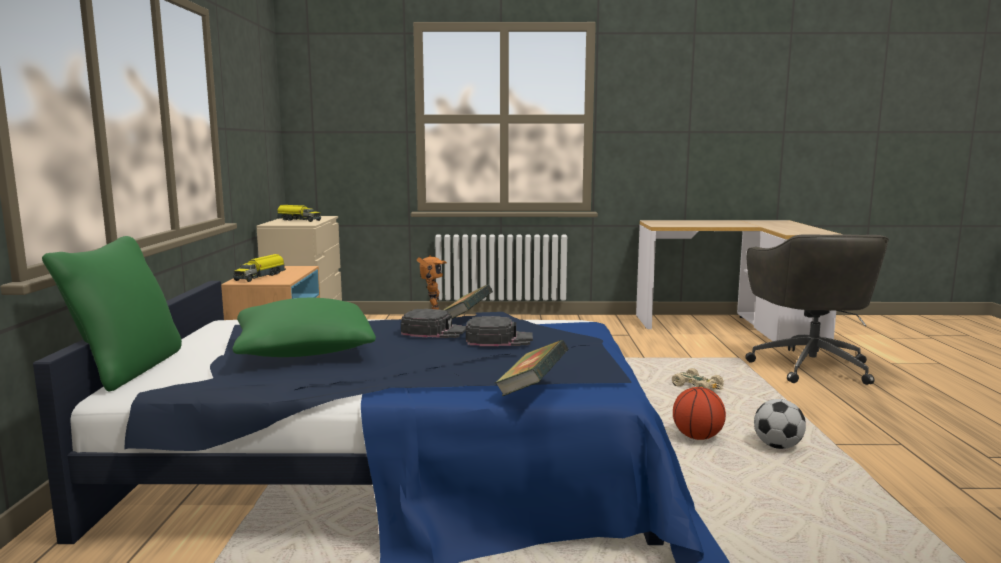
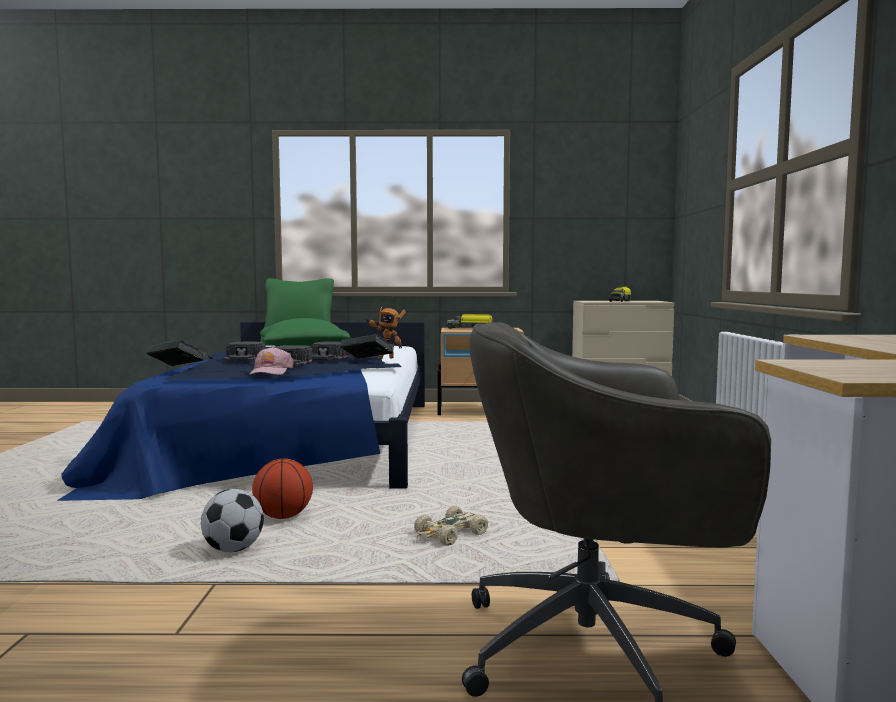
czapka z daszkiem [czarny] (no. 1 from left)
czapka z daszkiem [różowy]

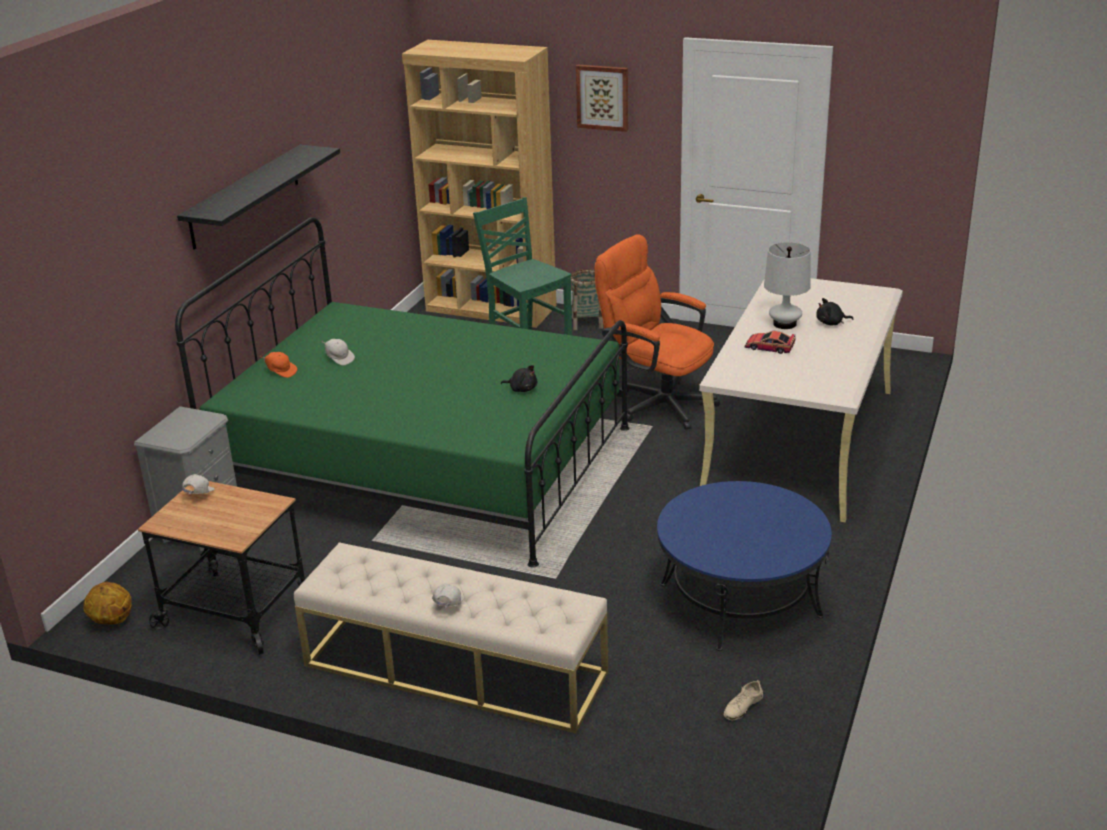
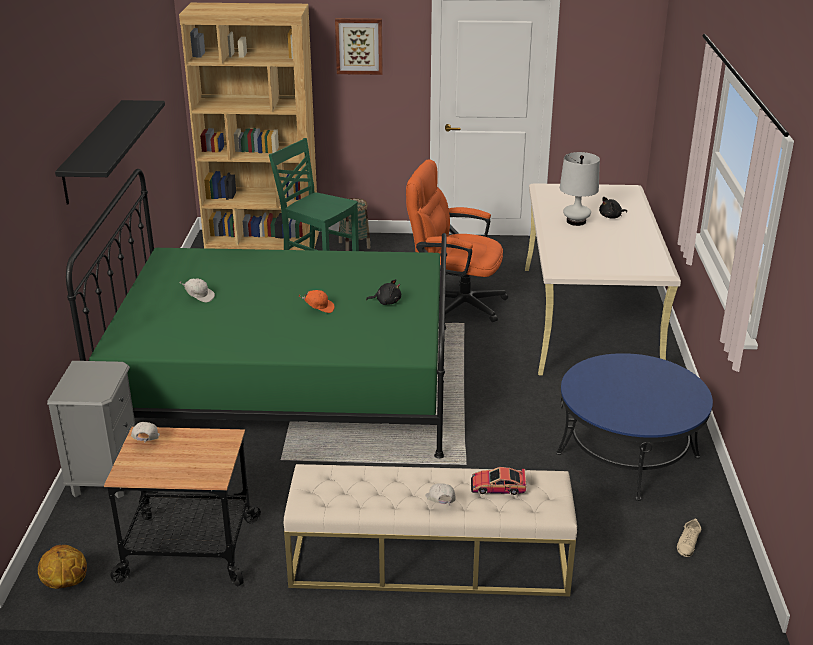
samochodzik
czapka z daszkiem [pomarańczowy]

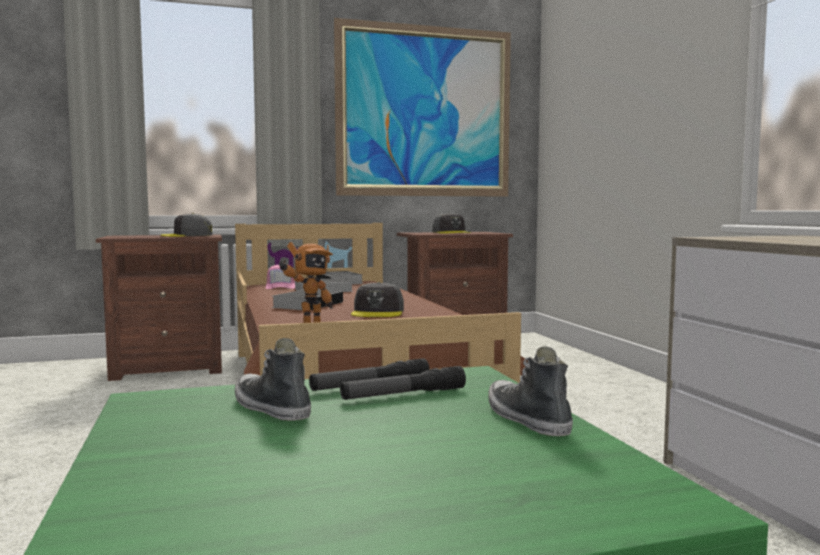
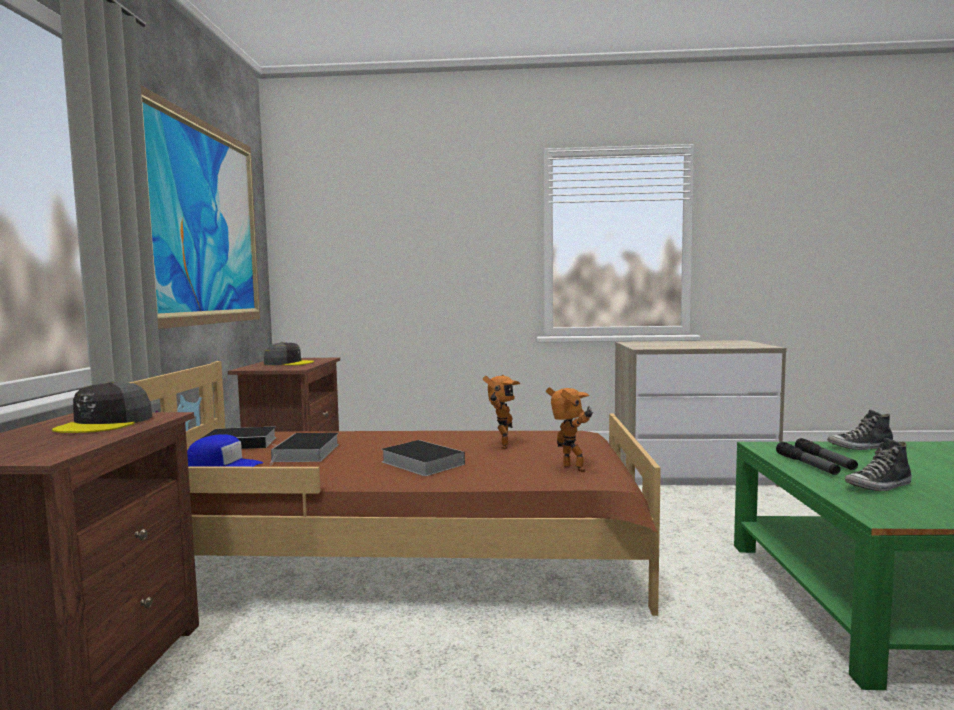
czapka z daszkiem [niebieski]
robot zabawkowy (no. 1 from left)

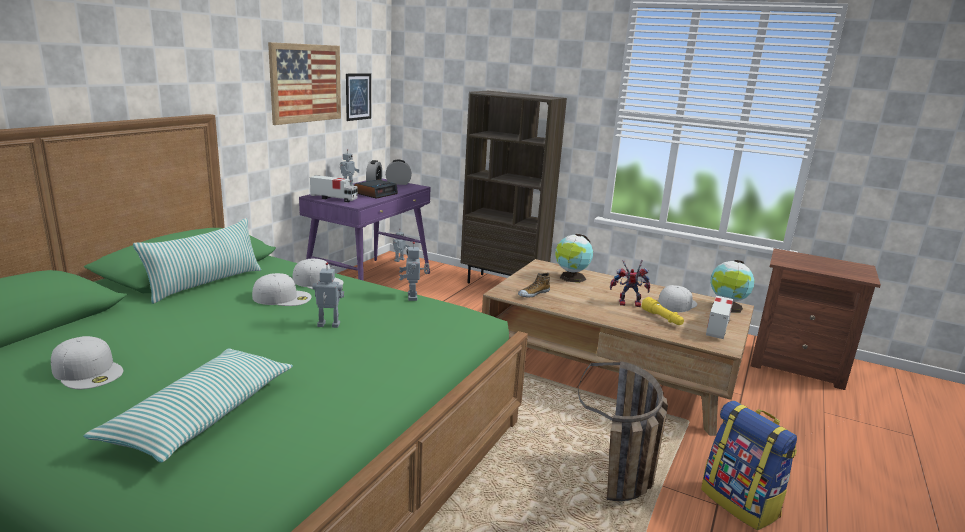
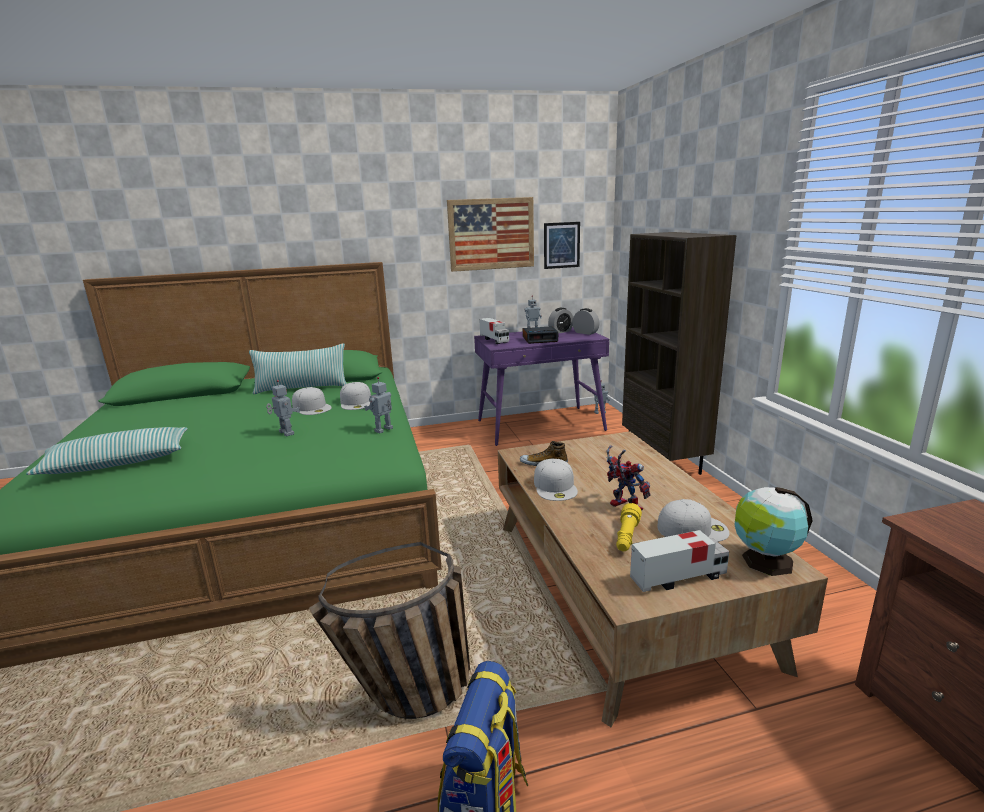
globus (no. 1 from left in the first image)
czapka z daszkiem [biały] (no. 3 from left)

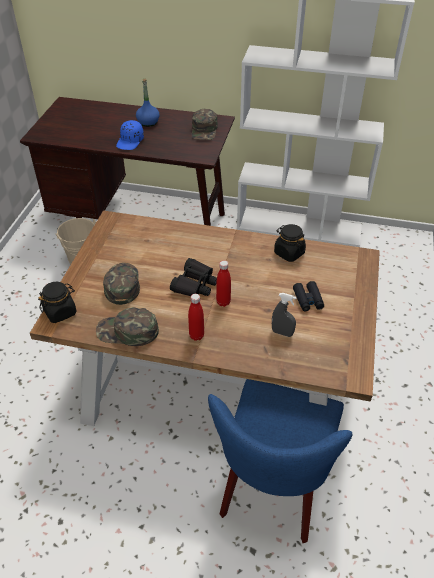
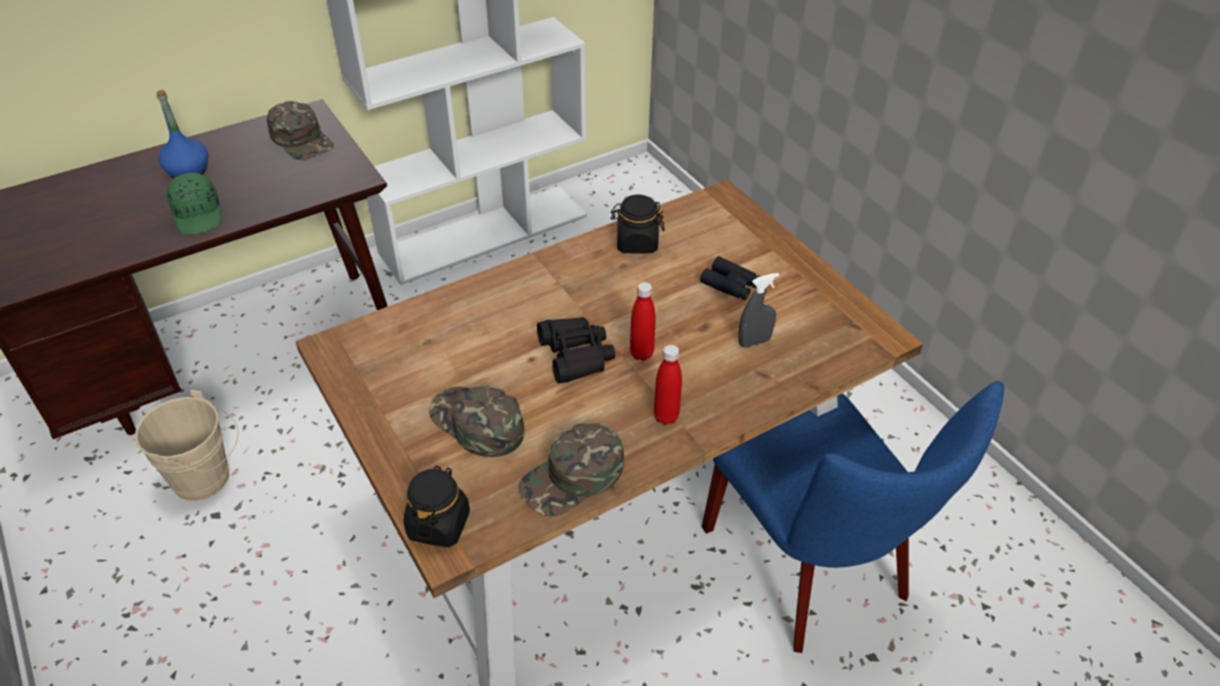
czapka z daszkiem [zielony] (no. 1 from left)

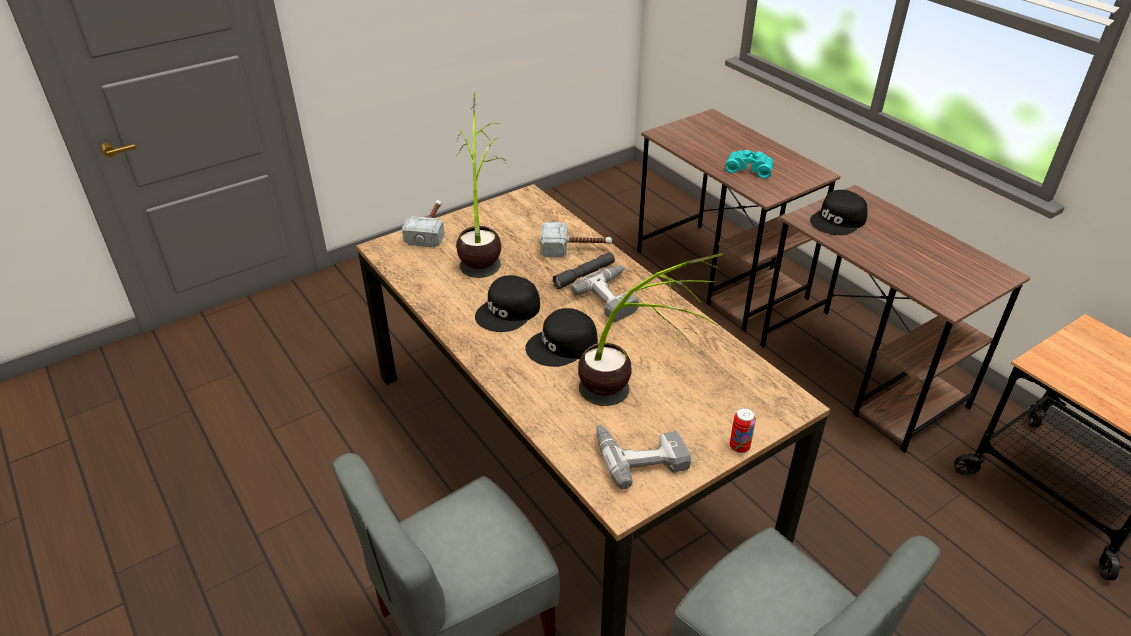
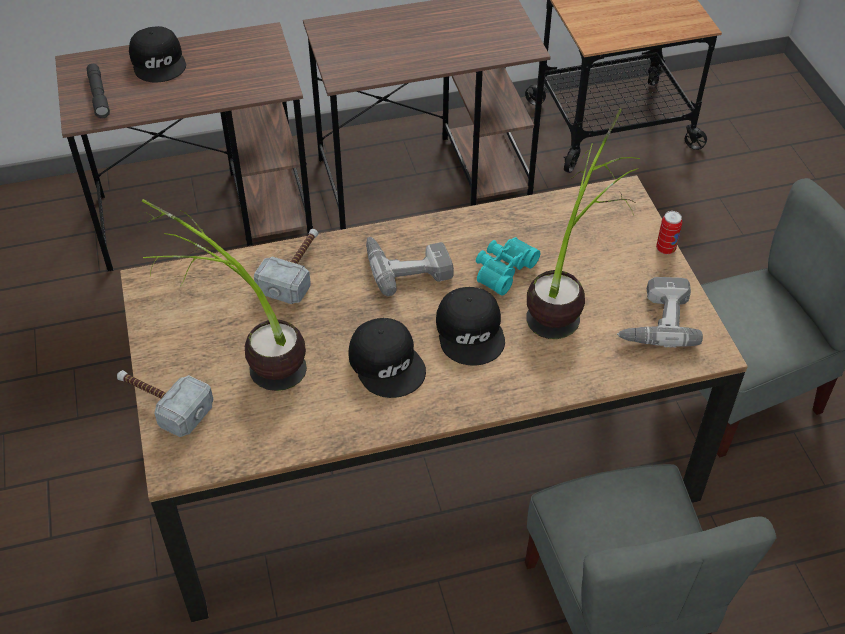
lornetka [turkusowy]
czapka z daszkiem [czarny] (no. 1 from left)
latarka [szary]

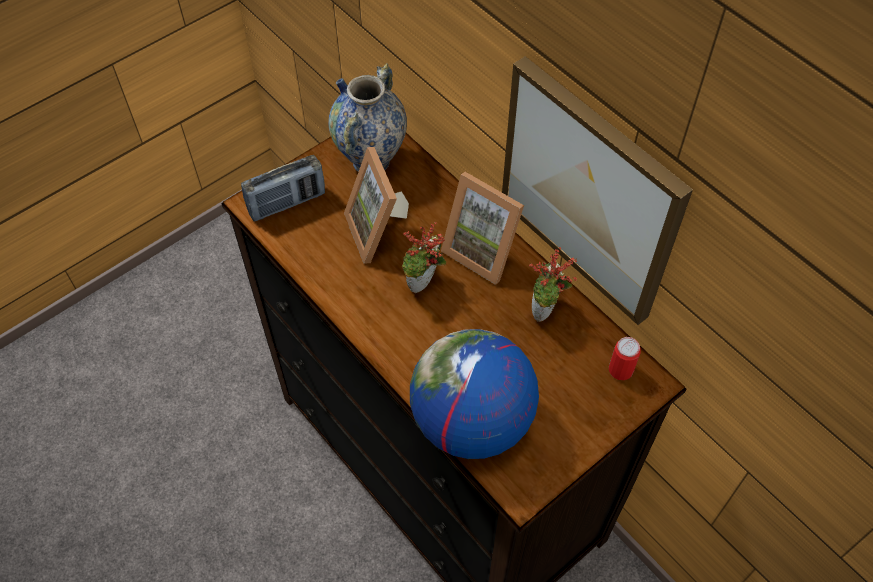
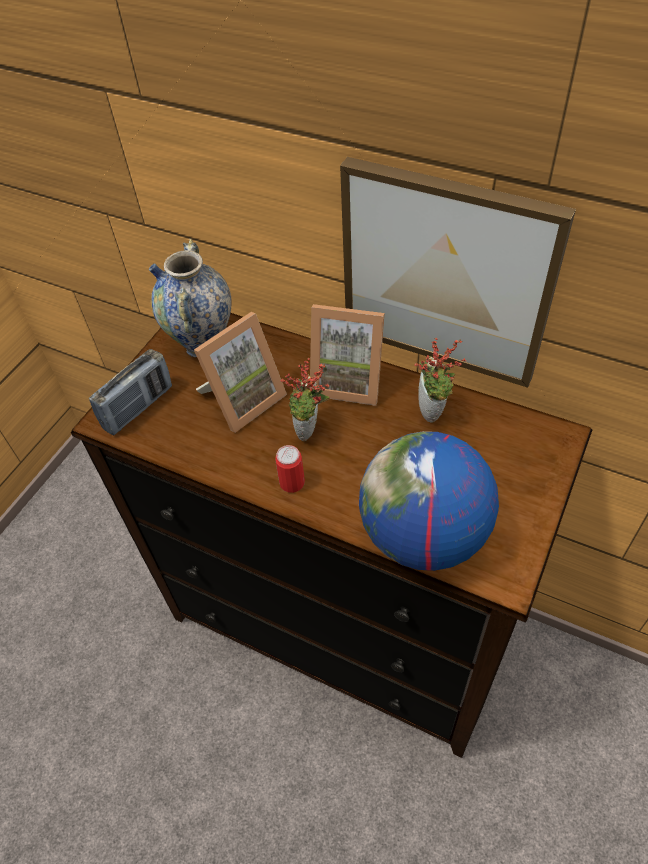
ramka na zdjęcie (no. 1 from left)
puszka

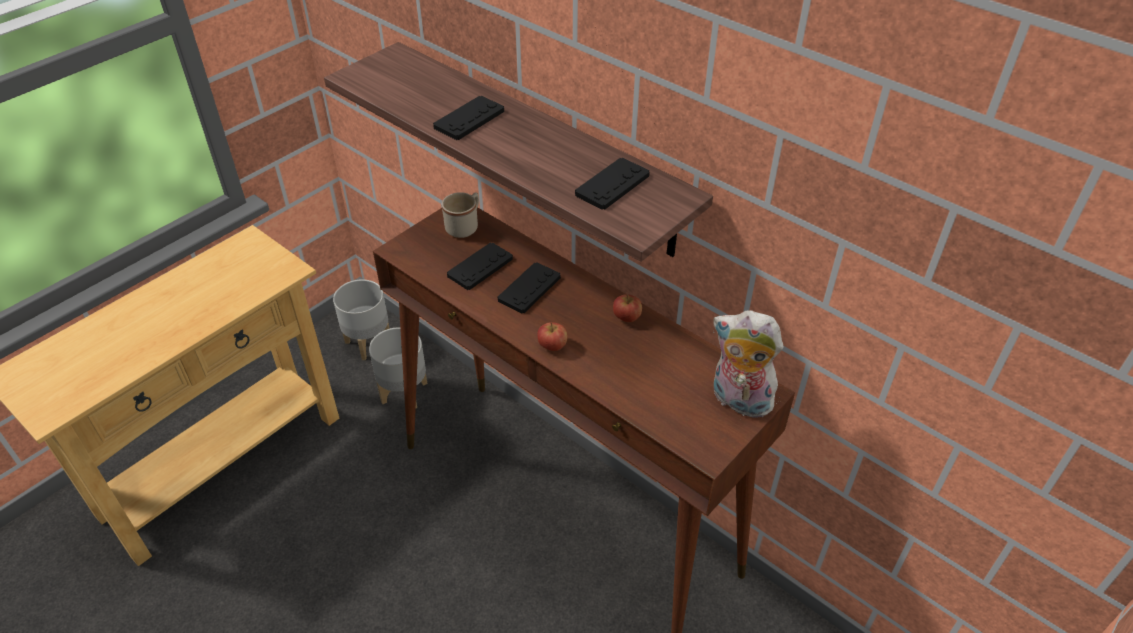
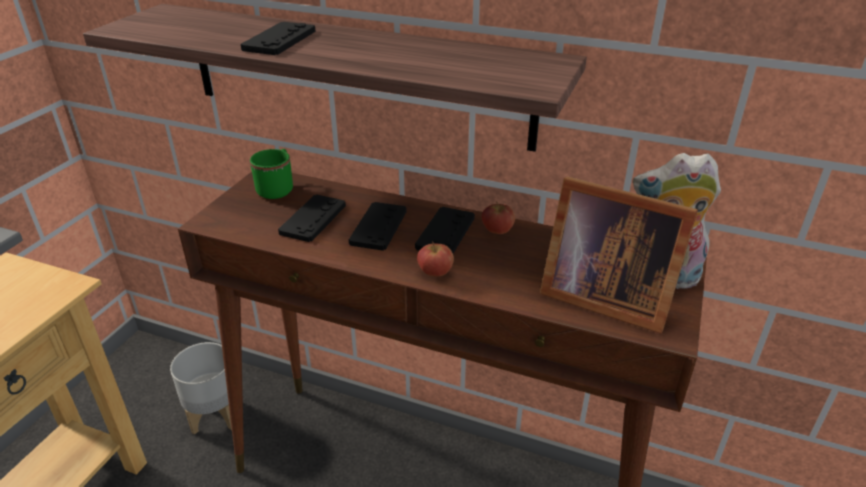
pad do gier [czarny] (no. 4 from left)
kubek [zielony]
donica [szary] (no. 1 from left in the first image)
ramka na zdjęcie

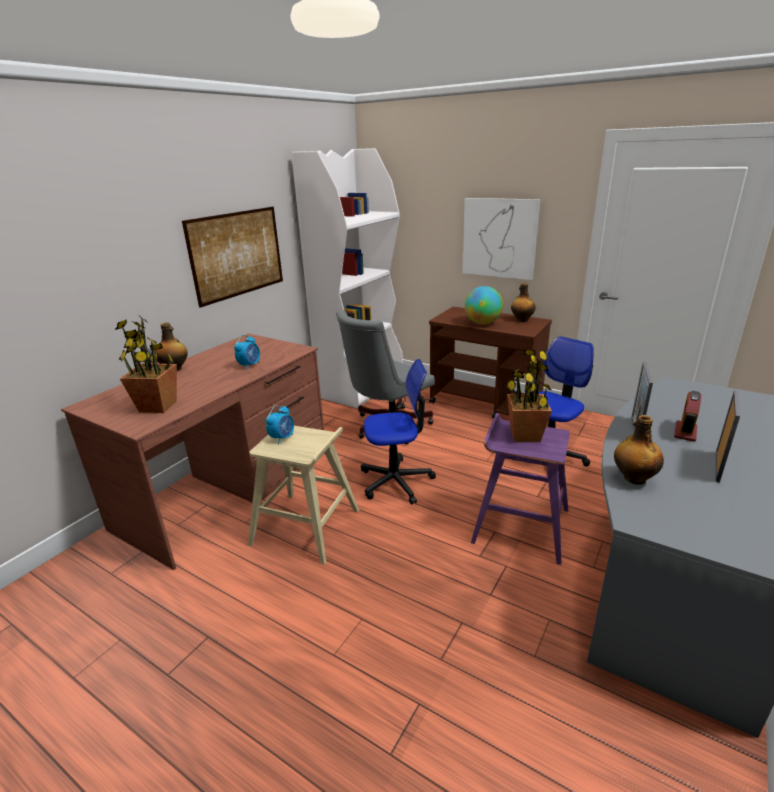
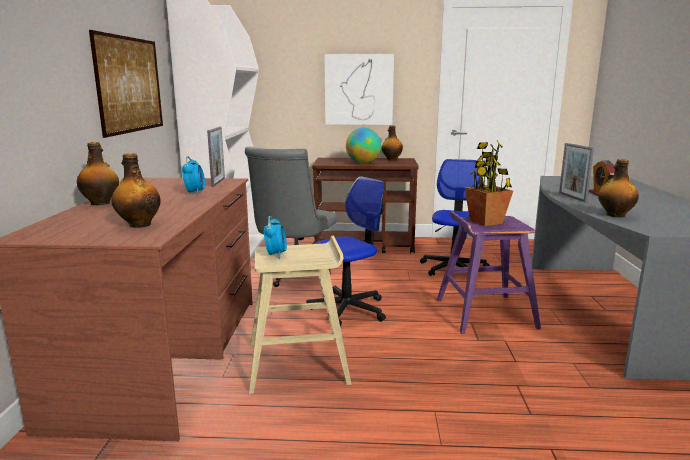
butelka (no. 2 from left)
ramka na zdjęcie (no. 1 from left)

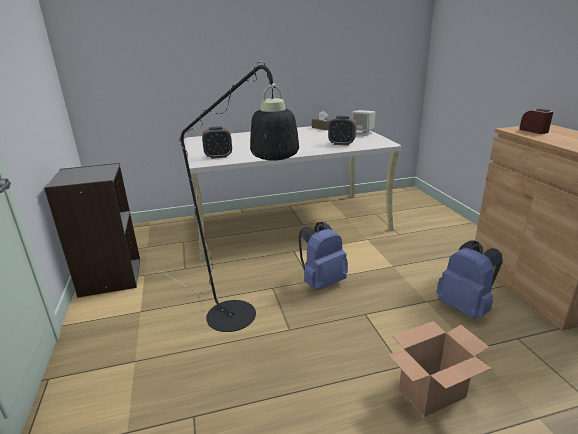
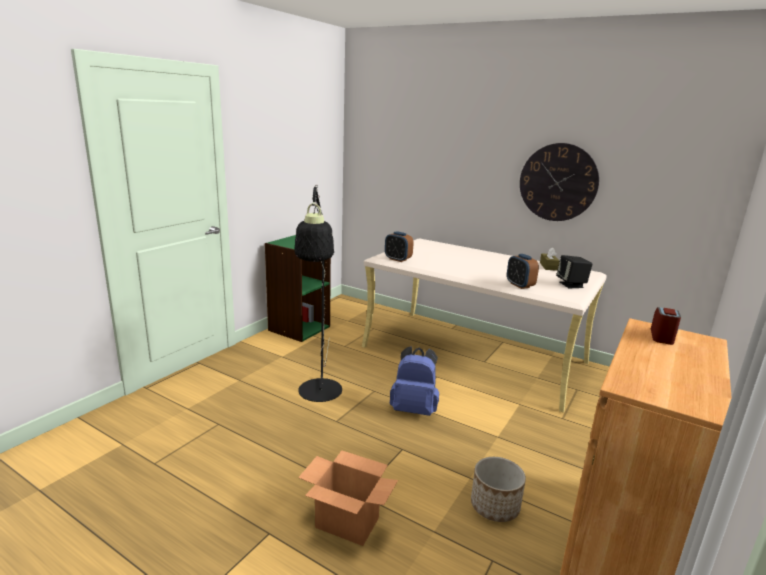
głośnik [czarny]
regał [zielony]
donica
zegar ścienny

